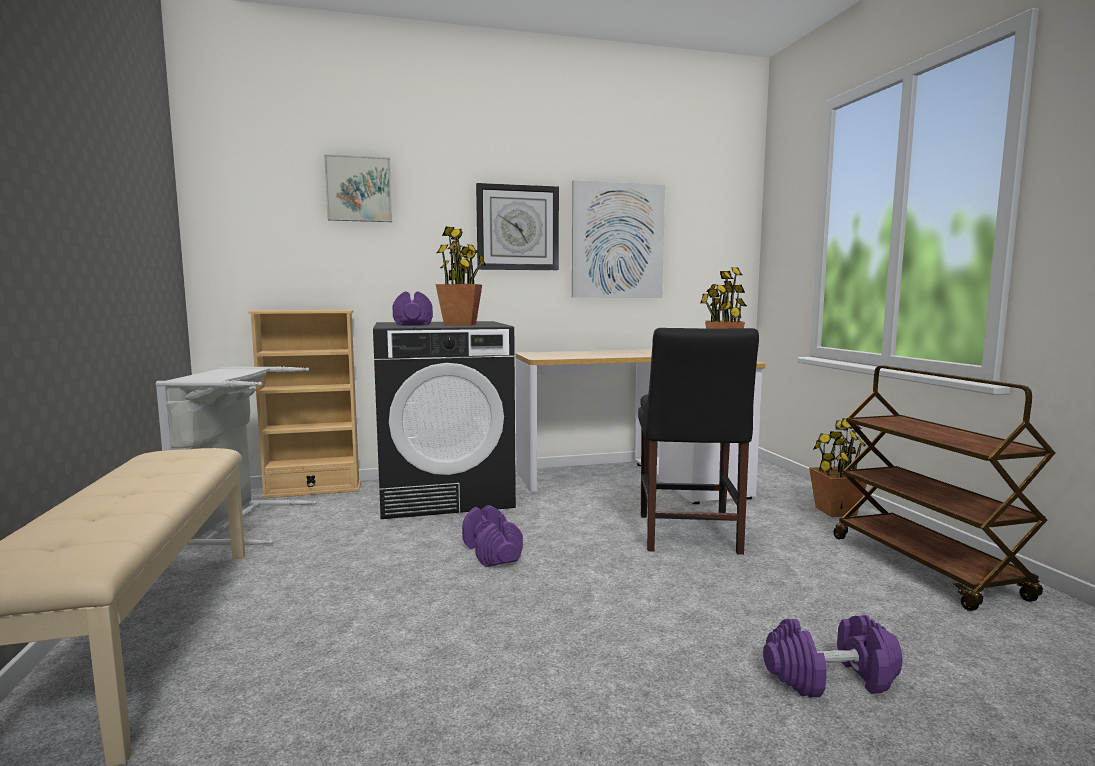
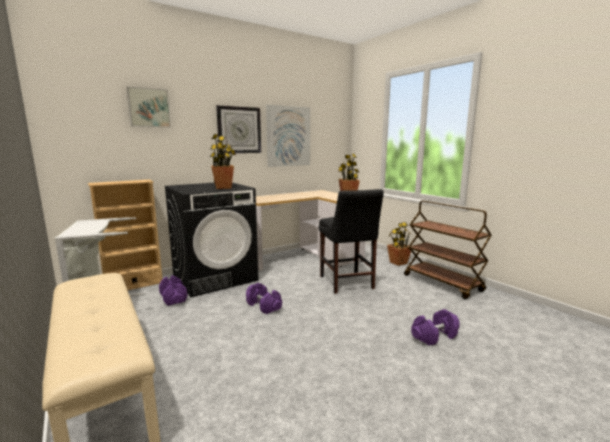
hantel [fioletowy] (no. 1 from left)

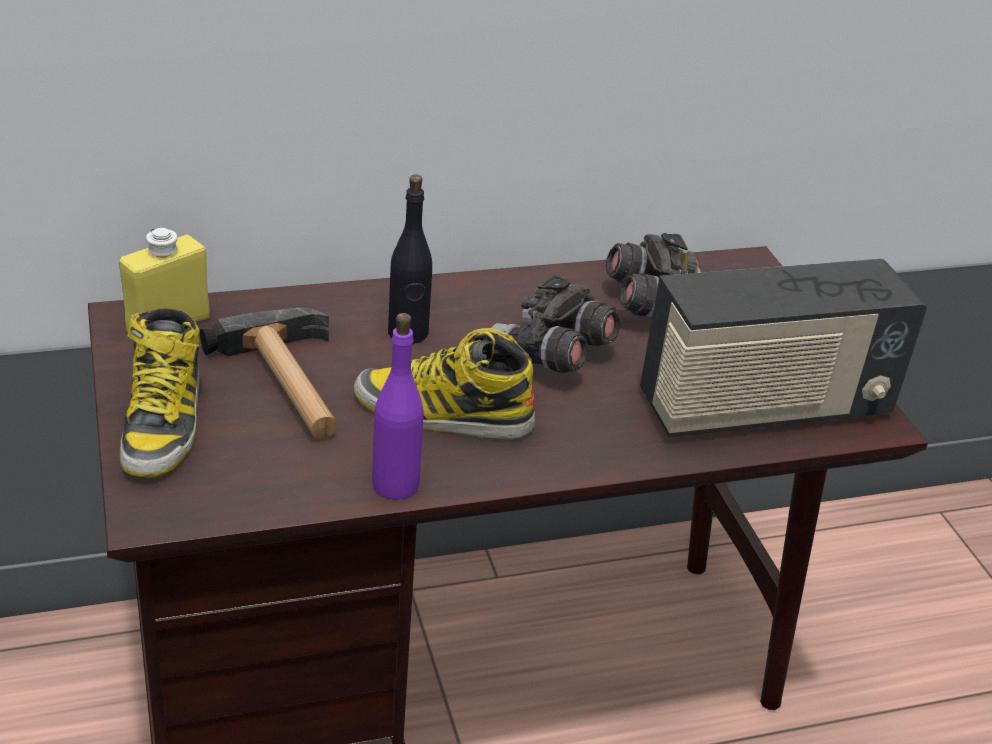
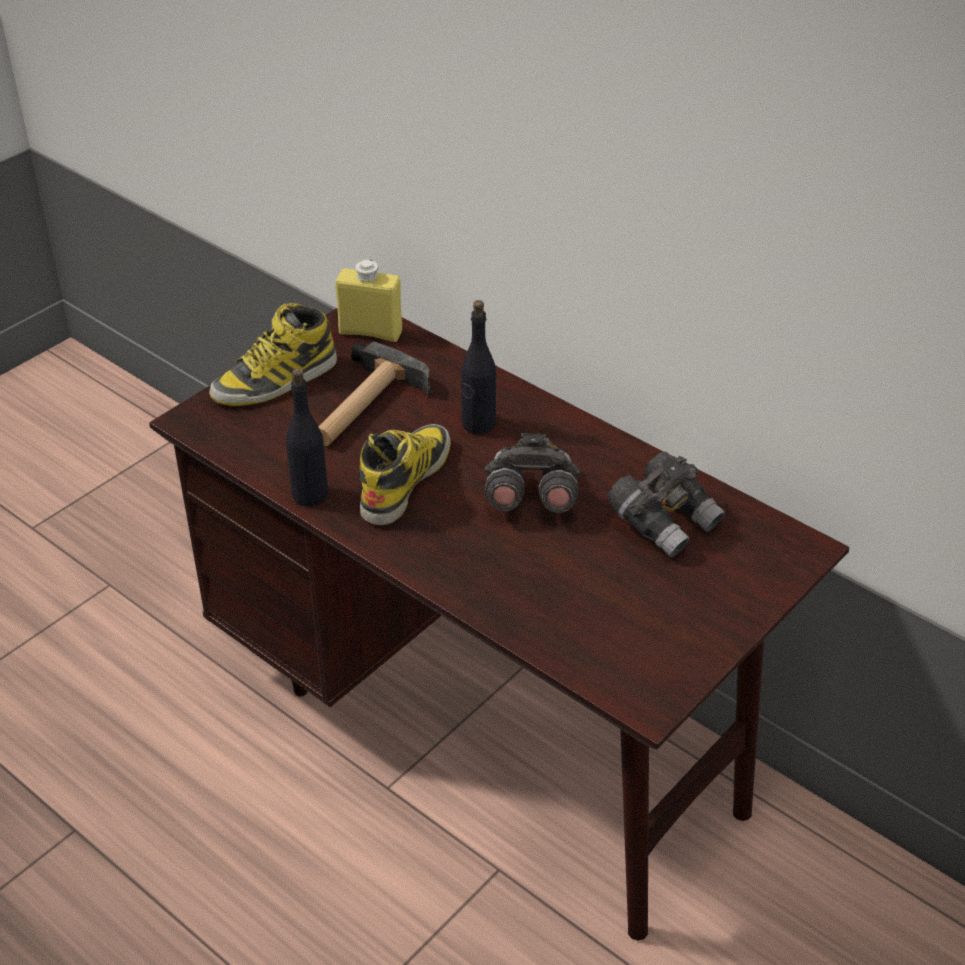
radio
butelka [czarny] (no. 1 from left)
but z cholewką (no. 2 from left)

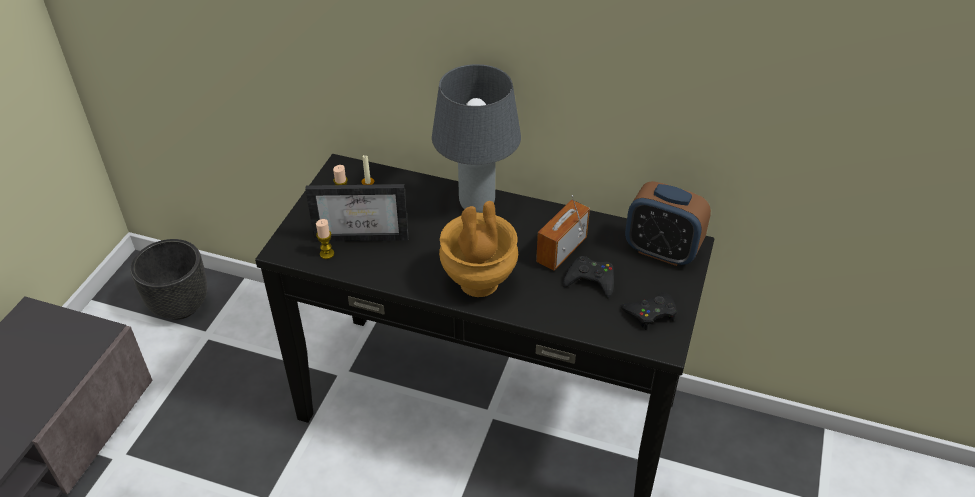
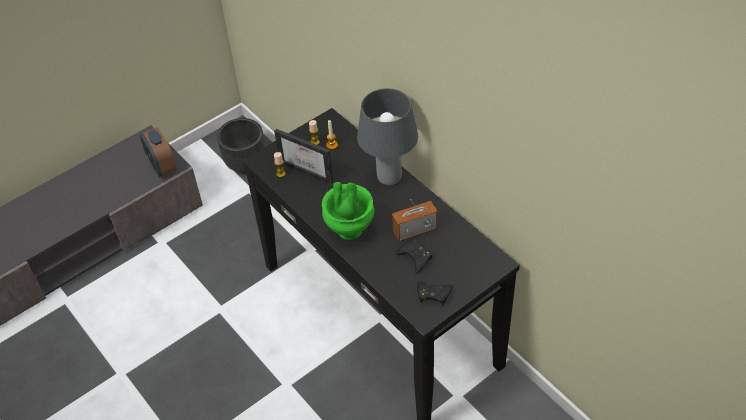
budzik
wazon [zielony]

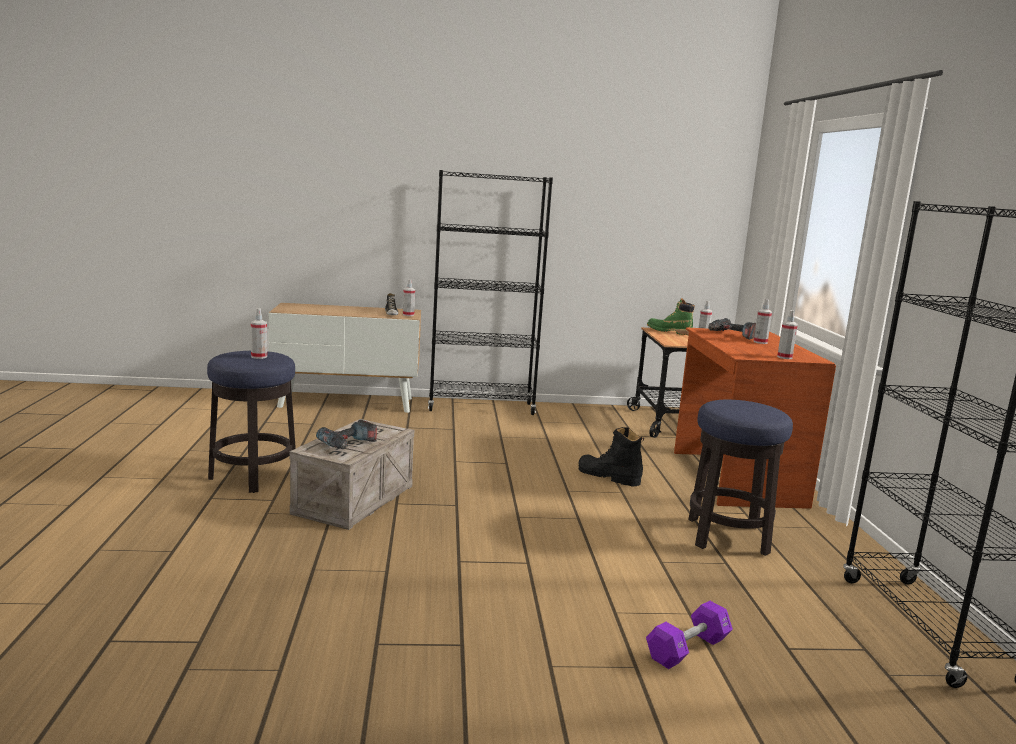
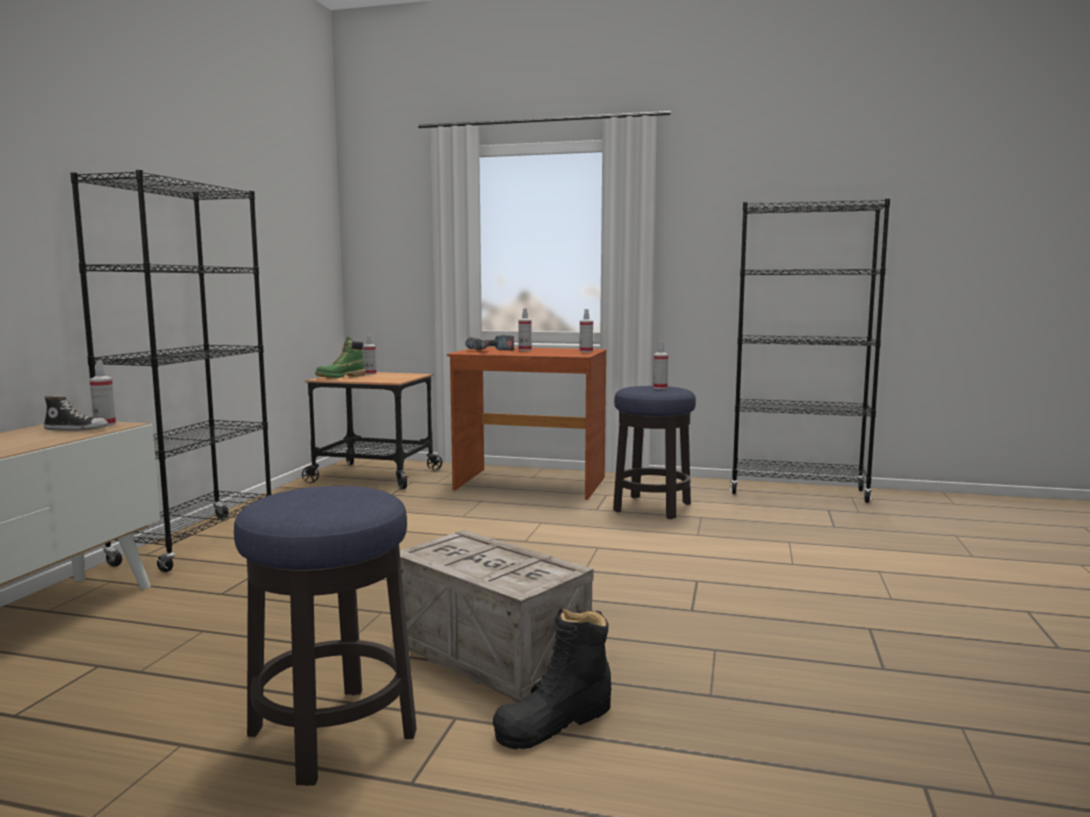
spryskiwacz (no. 5 from left)
wiertarka (no. 1 from left in the first image)
but z cholewką [czarny]
hantel [fioletowy]

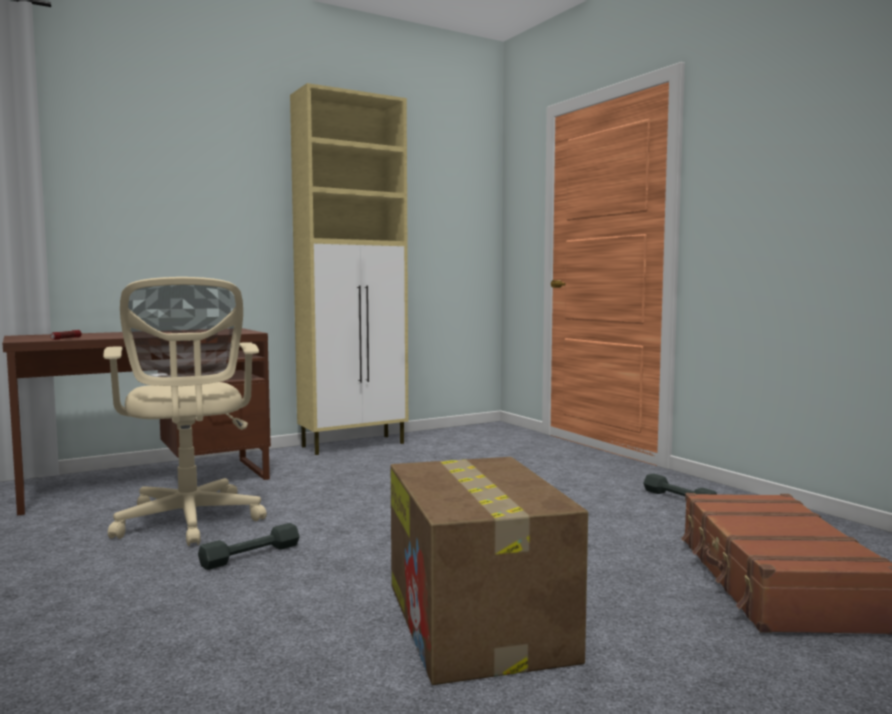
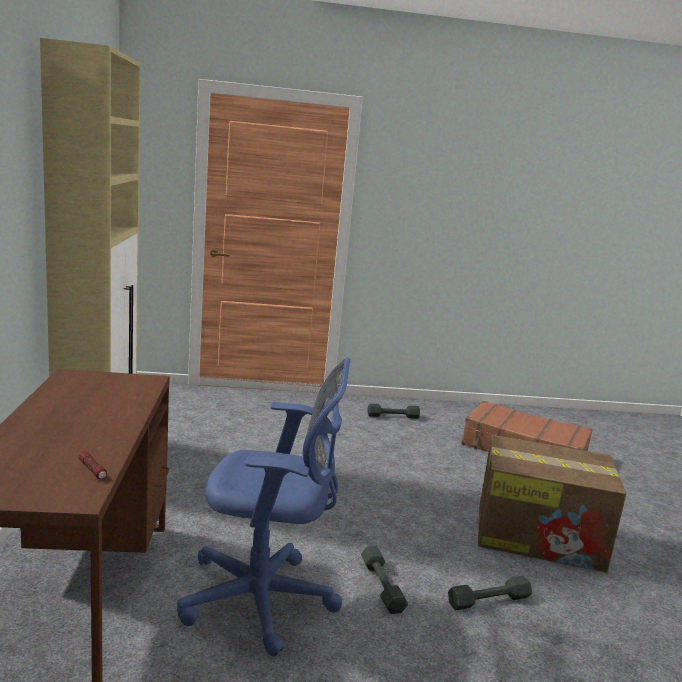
krzesło biurowe [niebieski]
hantel [szary] (no. 3 from left)

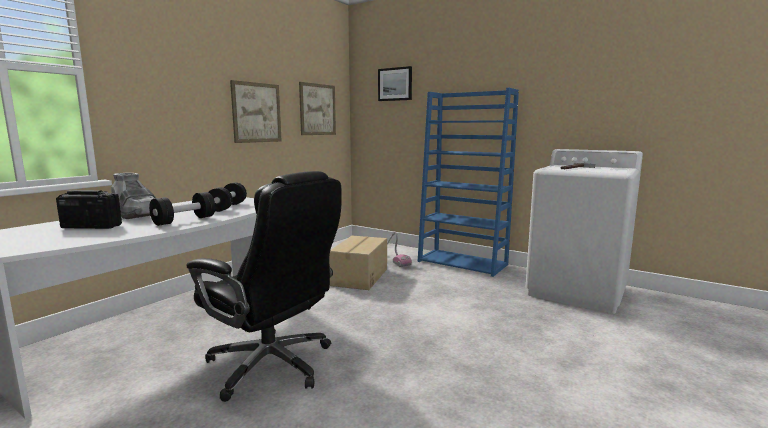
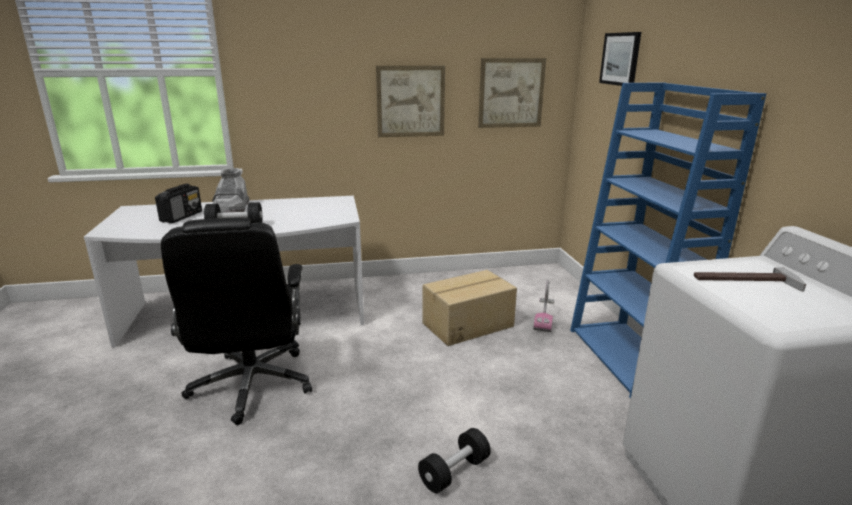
hantel [czarny] (no. 2 from left)
radio

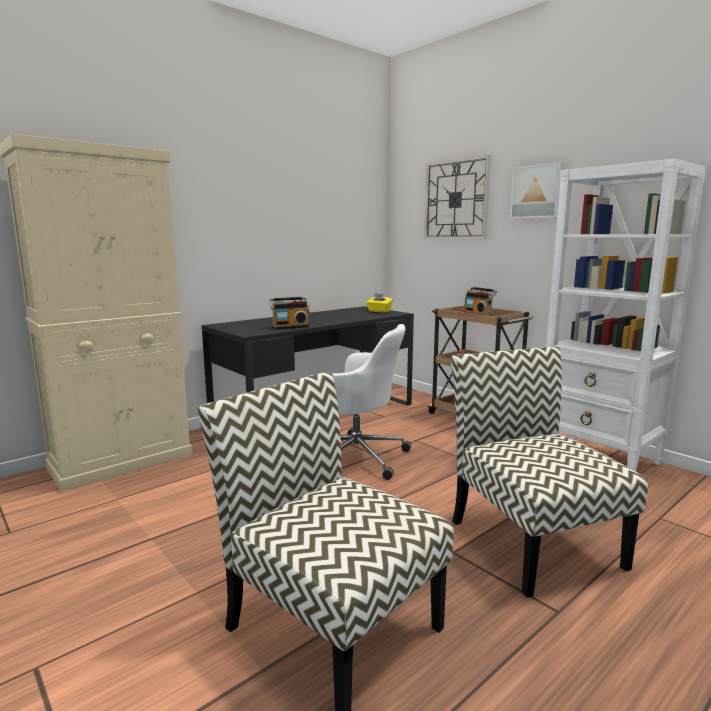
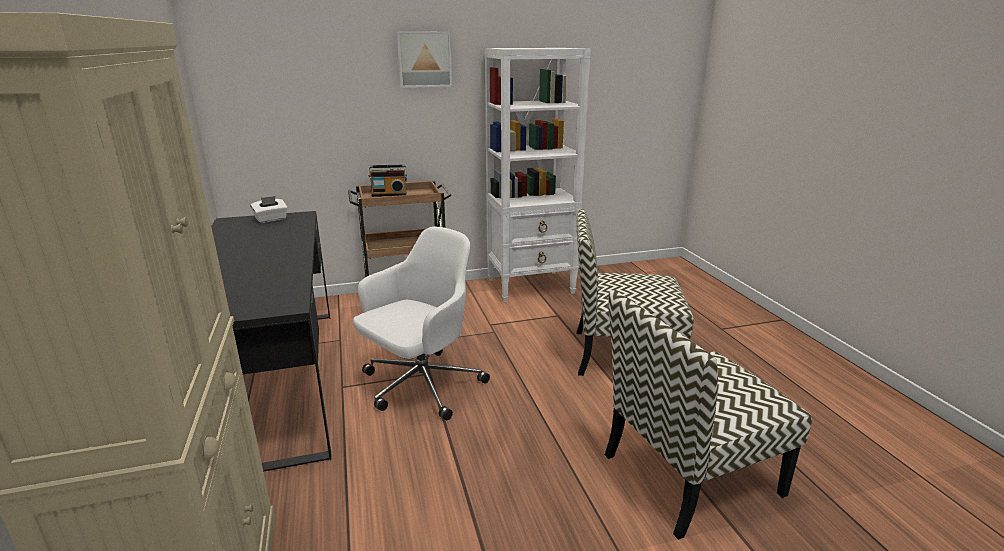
zegar ścienny
pudełko chusteczek [biały]
radio (no. 1 from left in the first image)

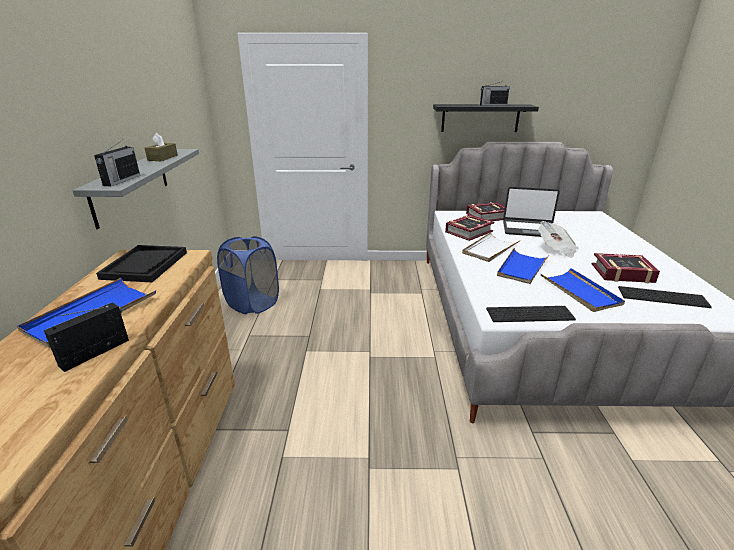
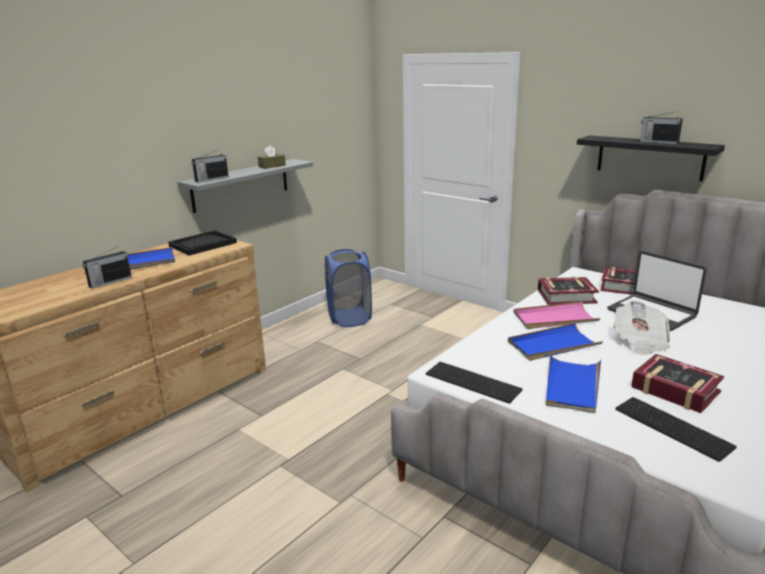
taca [różowy]
radio (no. 1 from left)

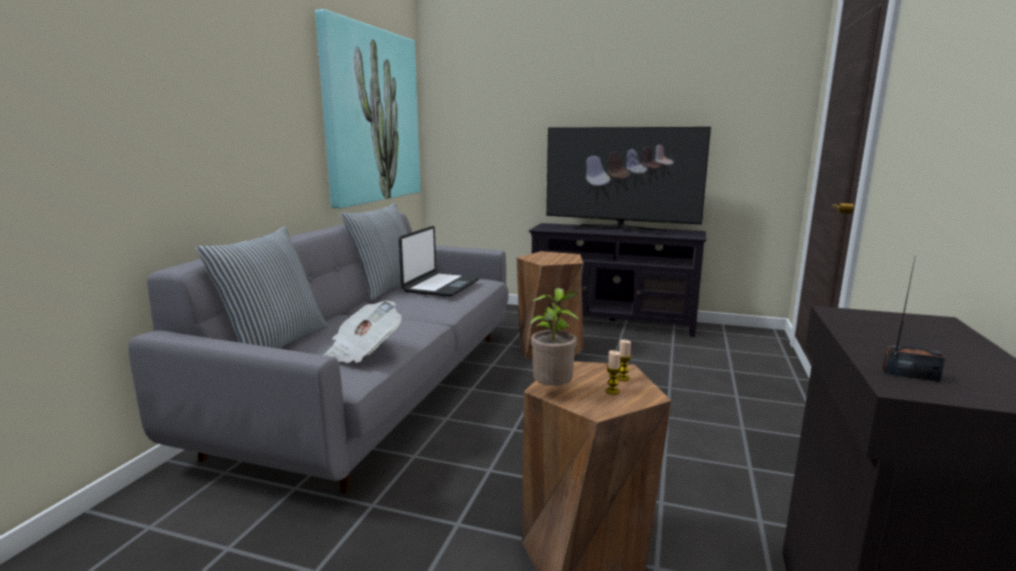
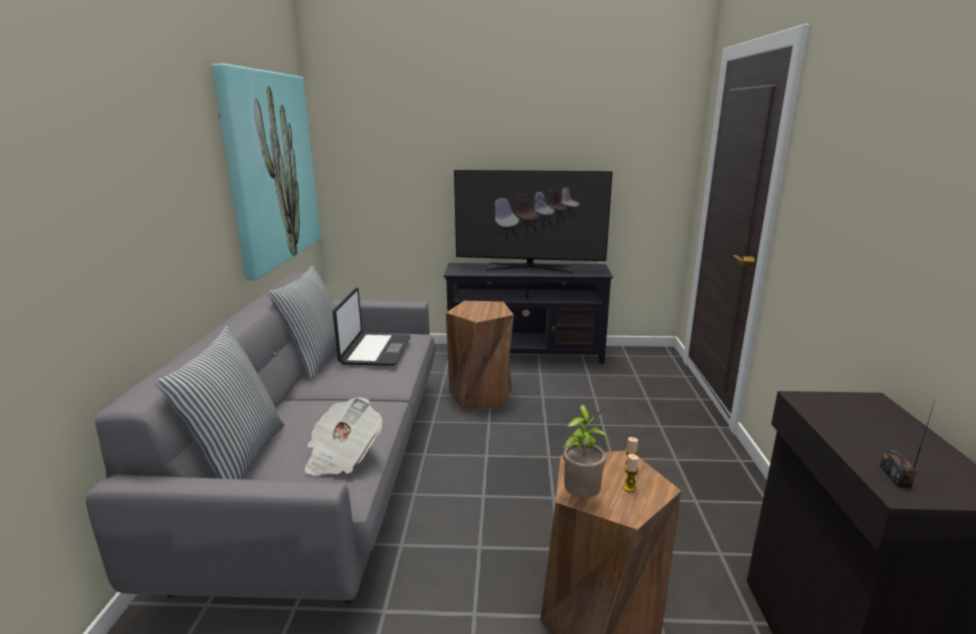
radio

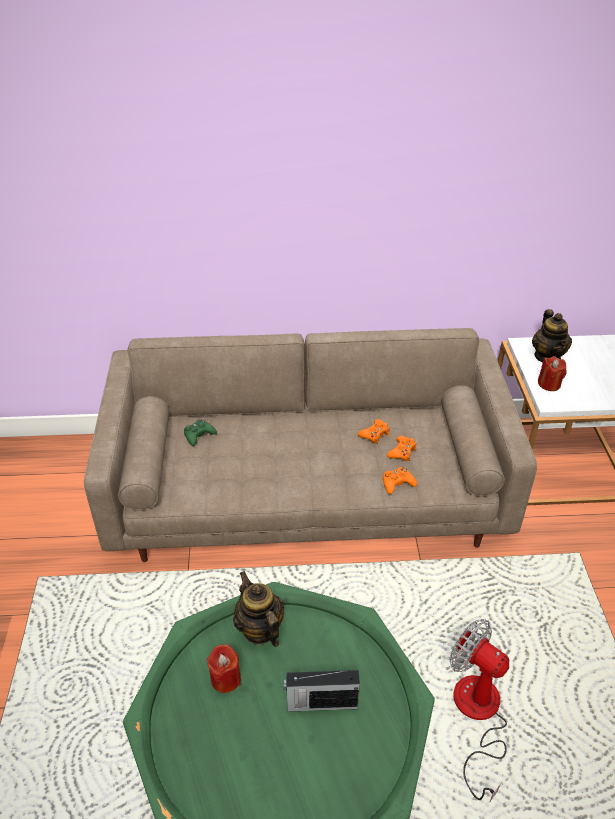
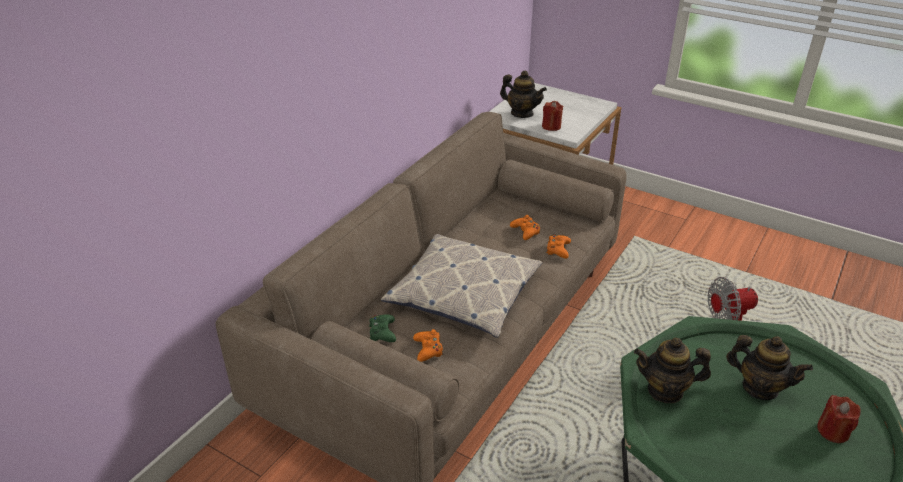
pad do gier [pomarańczowy] (no. 1 from left)
świeca [czerwony] (no. 2 from left)
imbryk (no. 3 from left)
poduszka

